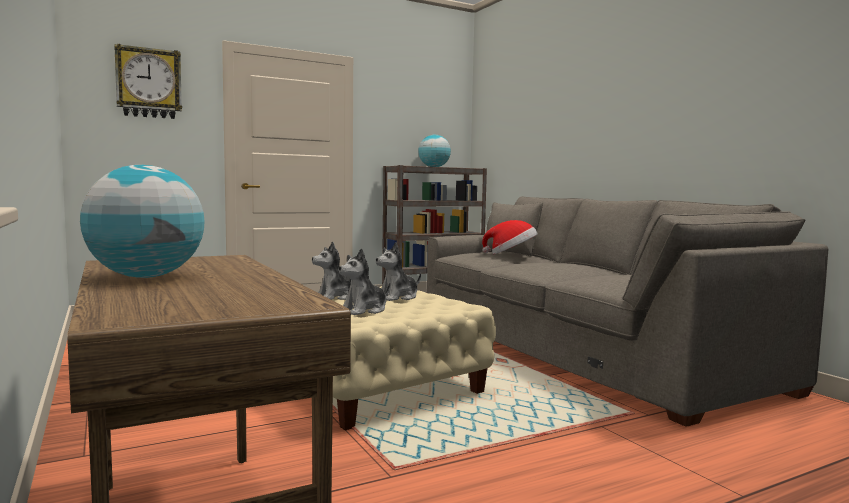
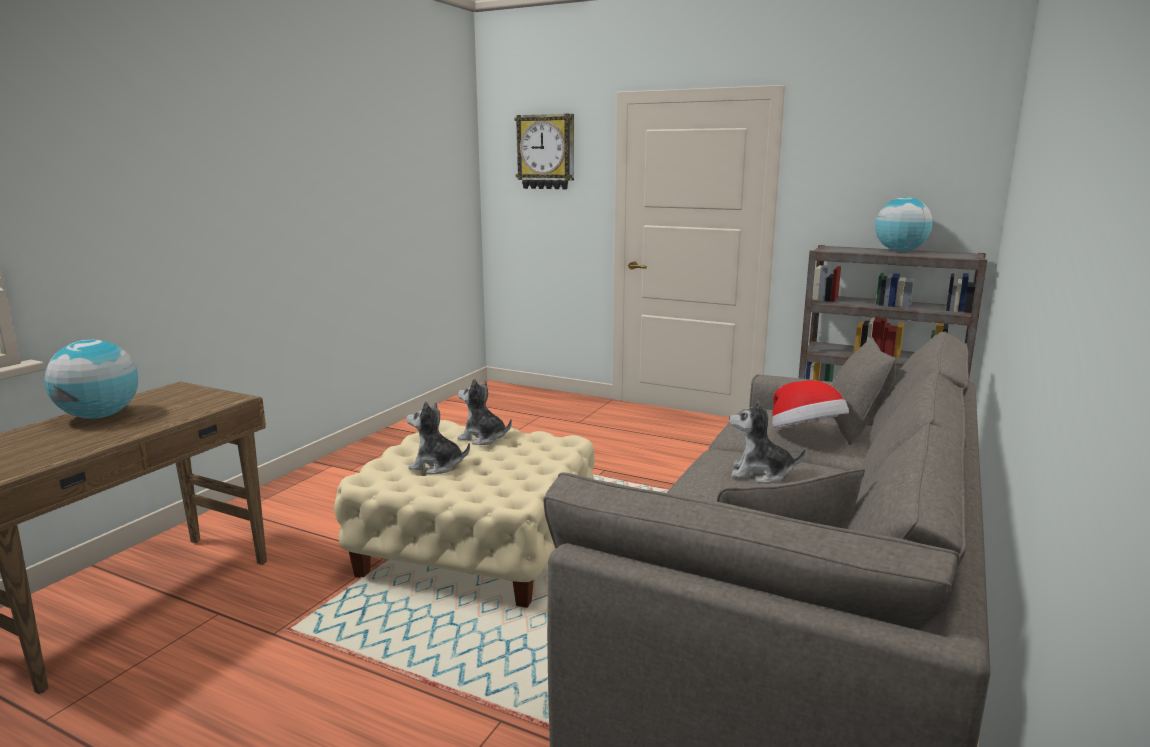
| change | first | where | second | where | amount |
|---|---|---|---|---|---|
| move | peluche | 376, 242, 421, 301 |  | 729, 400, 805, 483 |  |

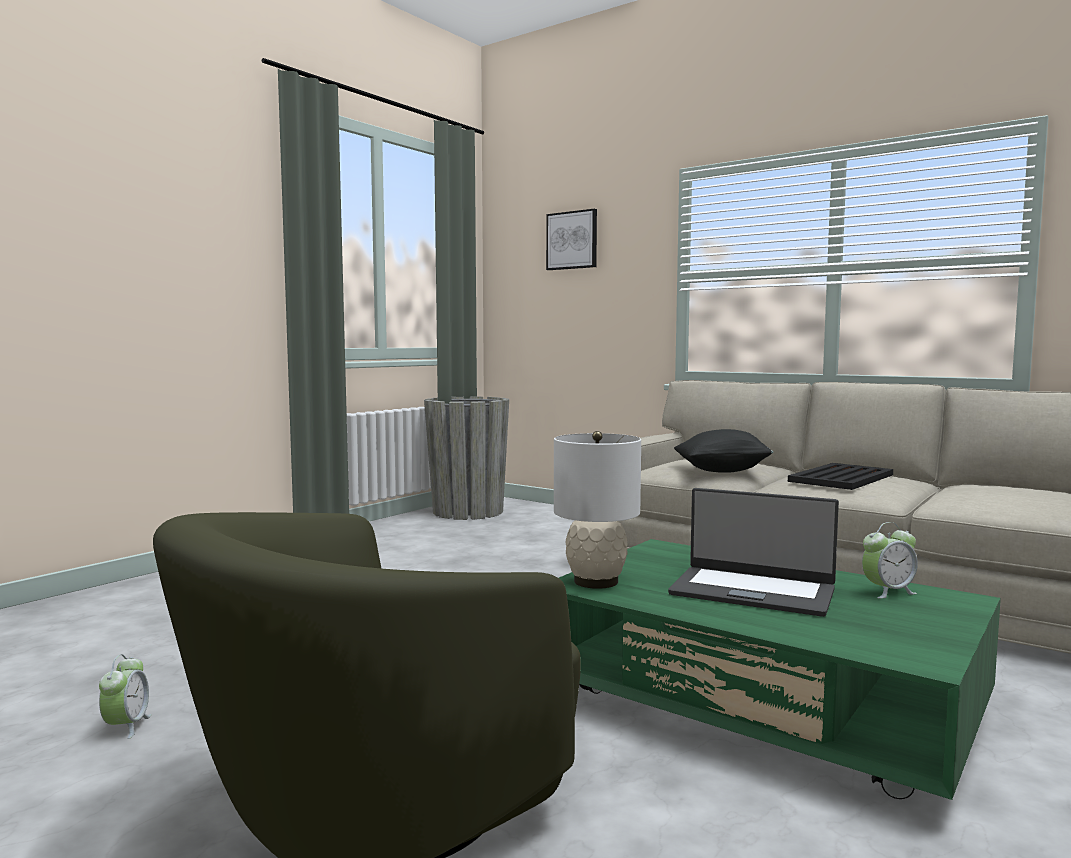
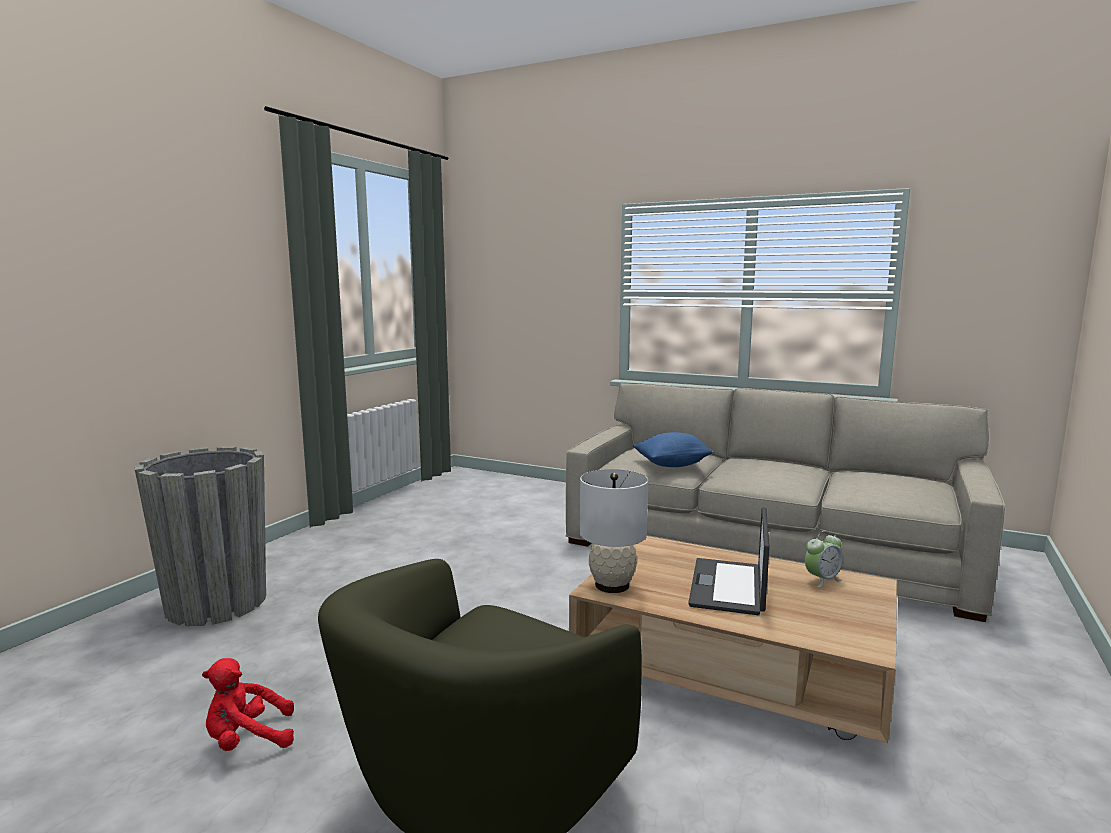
| change | first | where | second | where | amount |
|---|---|---|---|---|---|
| delete | tableau | 546, 209, 597, 270 |  |  |  |
| move | cache-pot [gris] | 424, 396, 509, 520 |  | 135, 446, 266, 626 |  |
| recolor | coussin [noir] | 674, 429, 773, 473 | coussin [bleu] | 633, 432, 713, 467 |  |
| delete | plateau [noir] | 788, 463, 893, 490 |  |  |  |
| rotate | ordinateur portable | 668, 488, 839, 617 |  | 688, 507, 770, 615 | 90 degrees clockwise |
| recolor | table basse [vert] | 559, 539, 1001, 800 | table basse [marron] | 569, 536, 897, 743 |  |
| replace | réveil | 99, 654, 152, 739 | peluche [rouge] | 202, 658, 294, 751 |  |

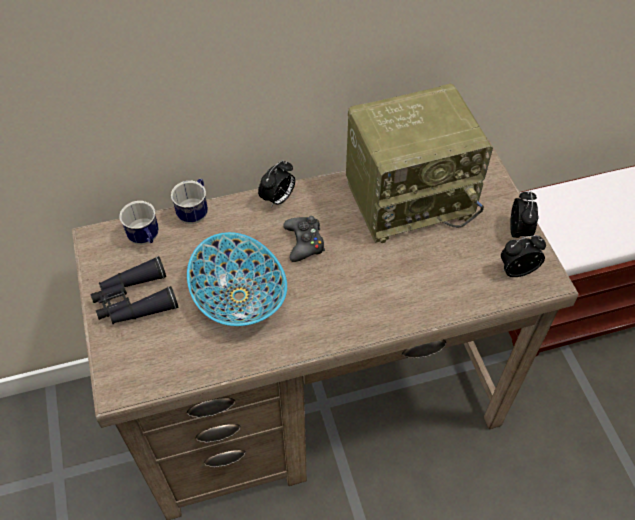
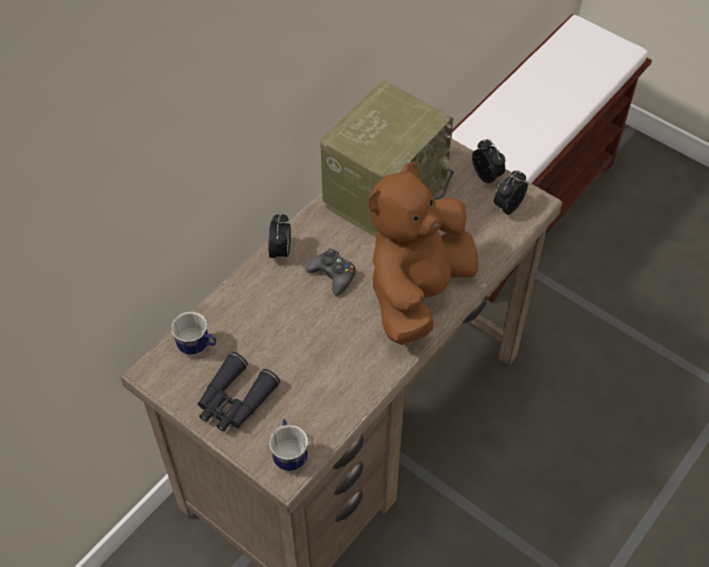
| change | first | where | second | where | amount |
|---|---|---|---|---|---|
| move | mug | 171, 179, 208, 224 |  | 269, 419, 308, 472 |  |
| delete | bol | 187, 232, 287, 326 |  |  |  |
| insert |  |  | peluche [marron] | 369, 161, 478, 345 |  |

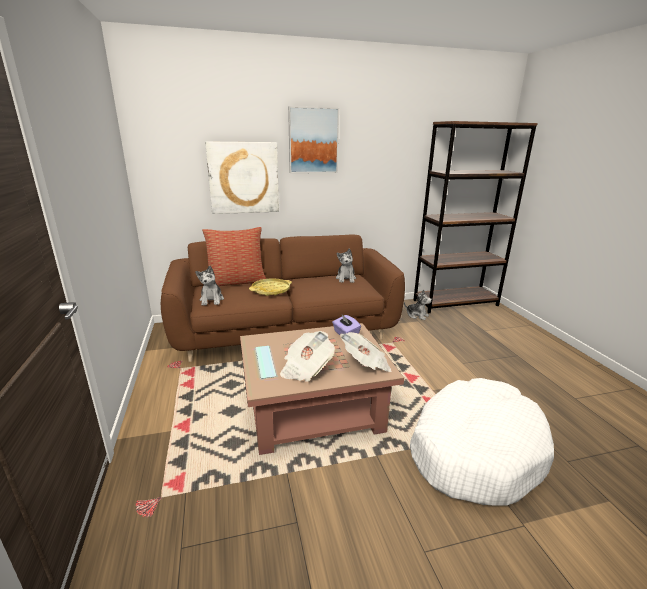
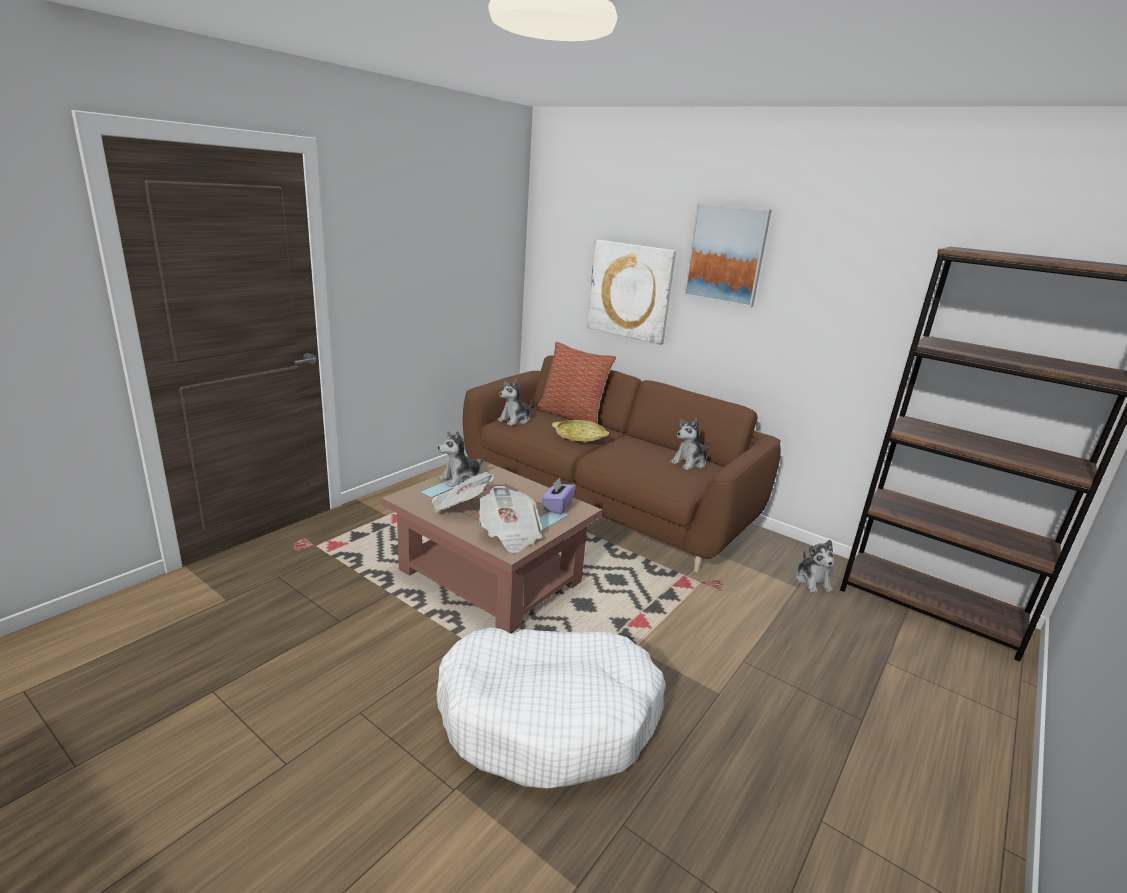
| change | first | where | second | where | amount |
|---|---|---|---|---|---|
| insert |  |  | peluche | 438, 431, 485, 487 |  |

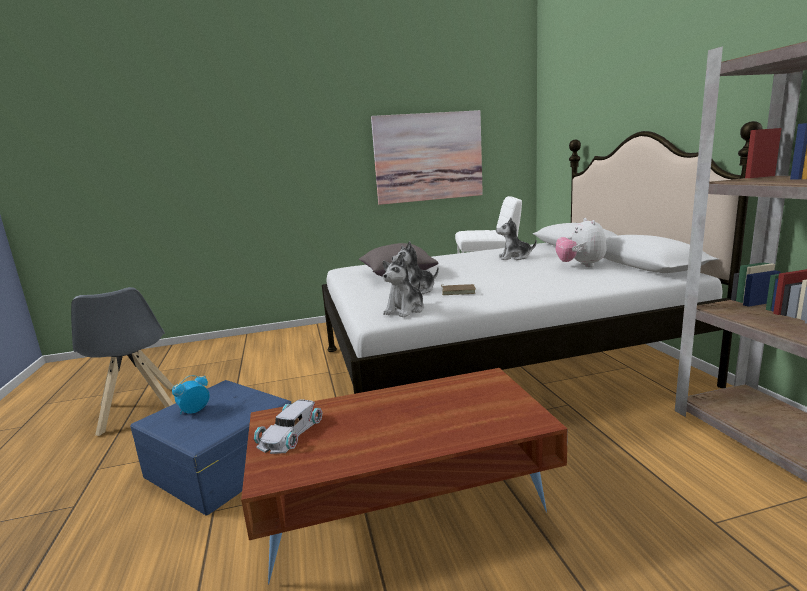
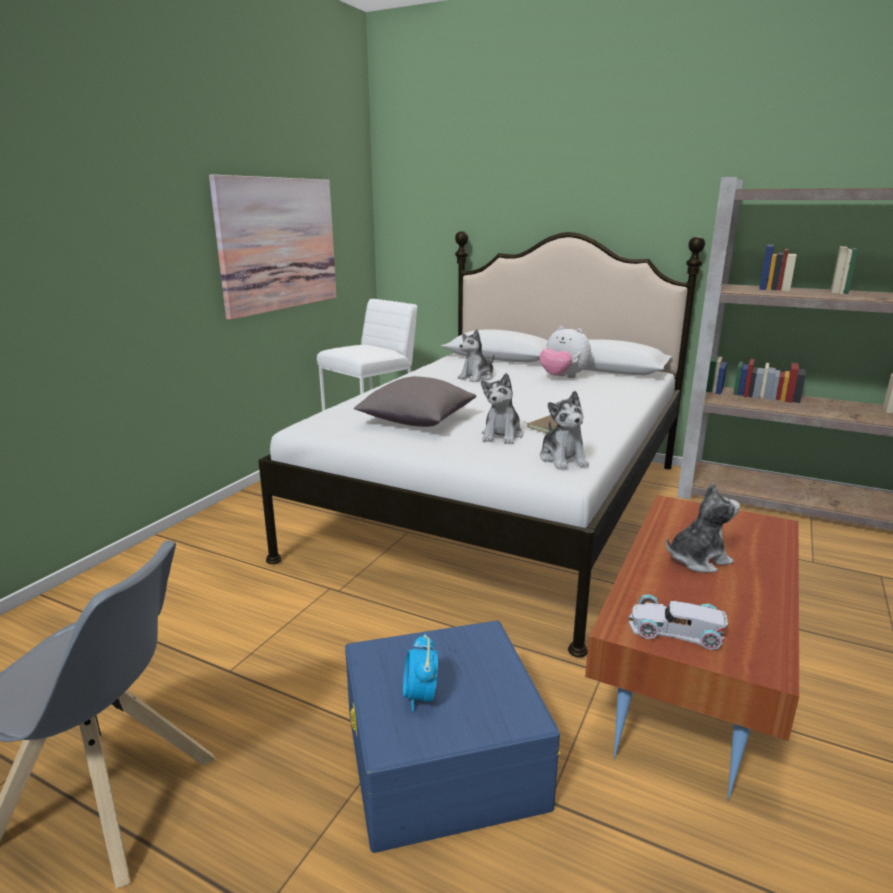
| change | first | where | second | where | amount |
|---|---|---|---|---|---|
| rotate | petite voiture [blanc] | 254, 399, 322, 454 |  | 628, 594, 728, 650 | 135 degrees clockwise |
| insert |  |  | peluche | 666, 483, 740, 573 |  |

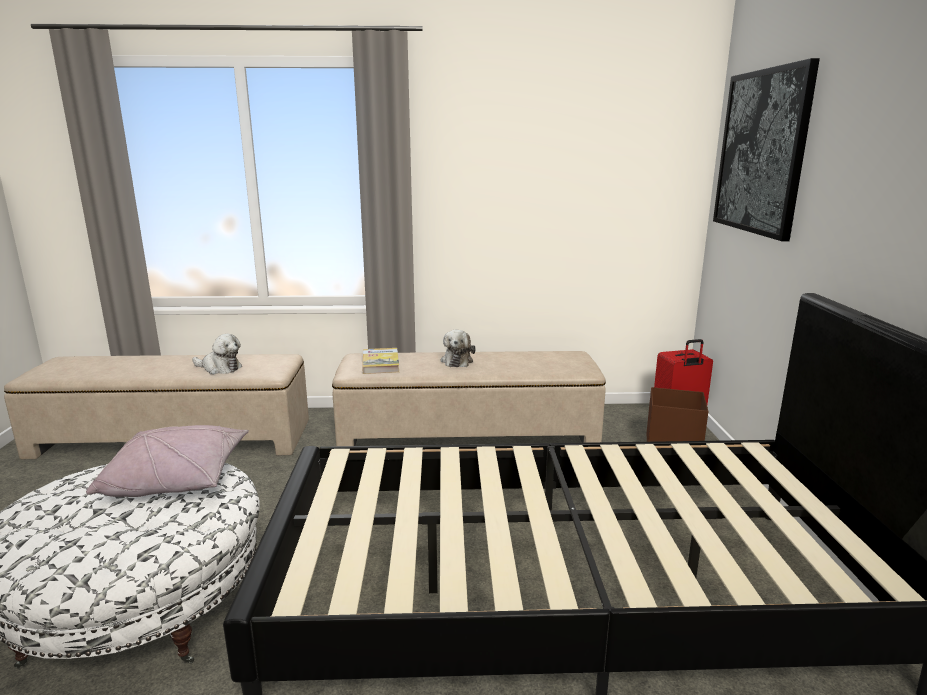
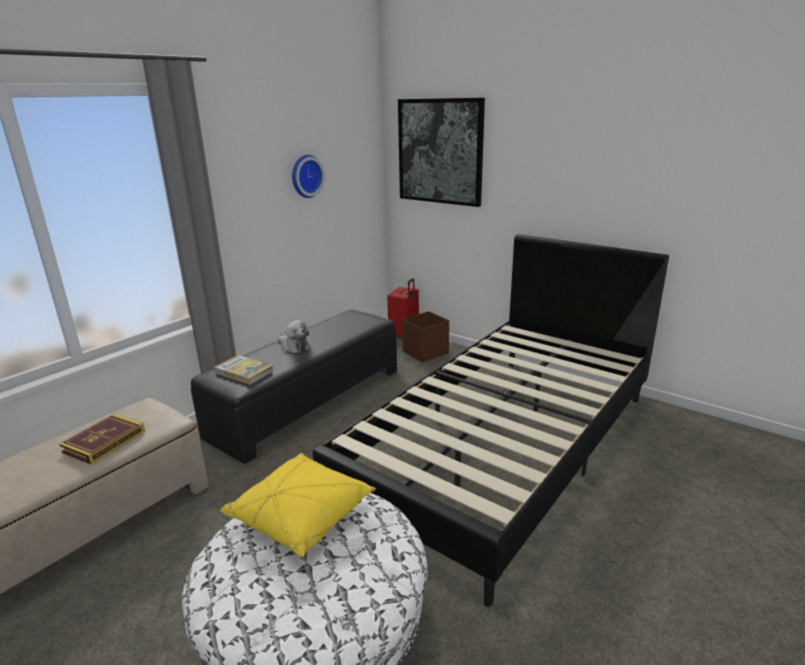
| change | first | where | second | where | amount |
|---|---|---|---|---|---|
| replace | peluche | 192, 334, 242, 374 | livre | 59, 414, 145, 465 |  |
| recolor | banc [beige] | 332, 351, 606, 446 | banc [noir] | 191, 310, 397, 464 |  |
| recolor | coussin [violet] | 86, 425, 249, 497 | coussin [jaune] | 220, 453, 376, 557 |  |
| insert |  |  | horloge murale | 292, 155, 325, 198 |  |

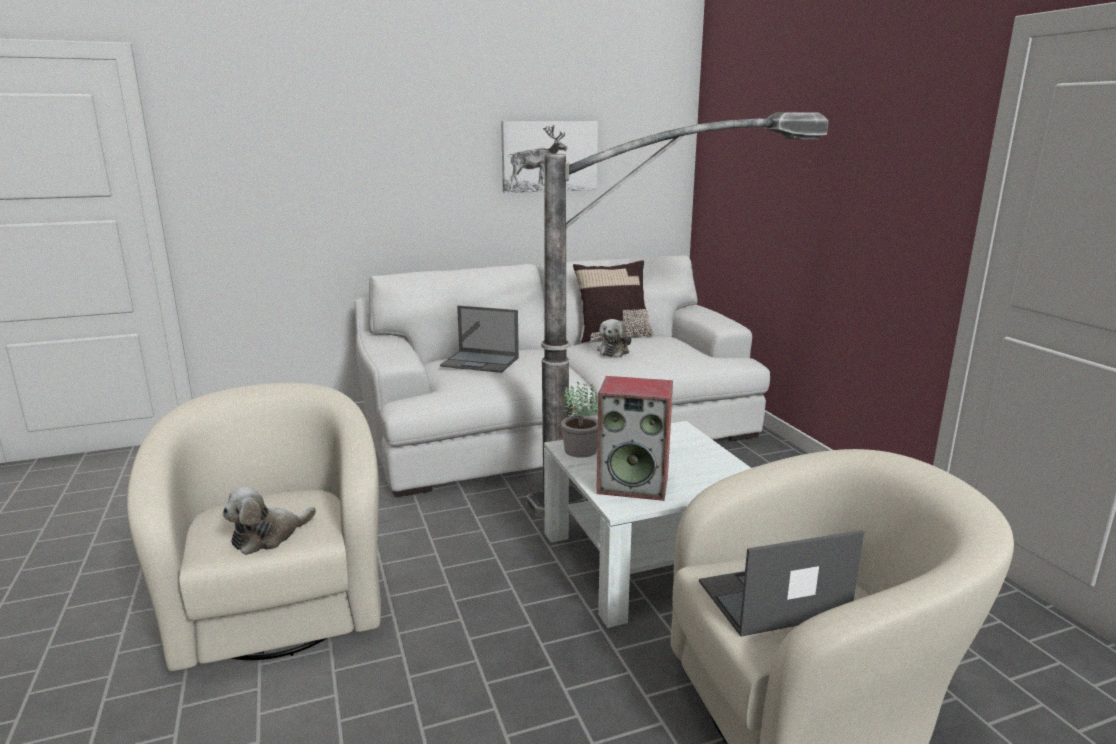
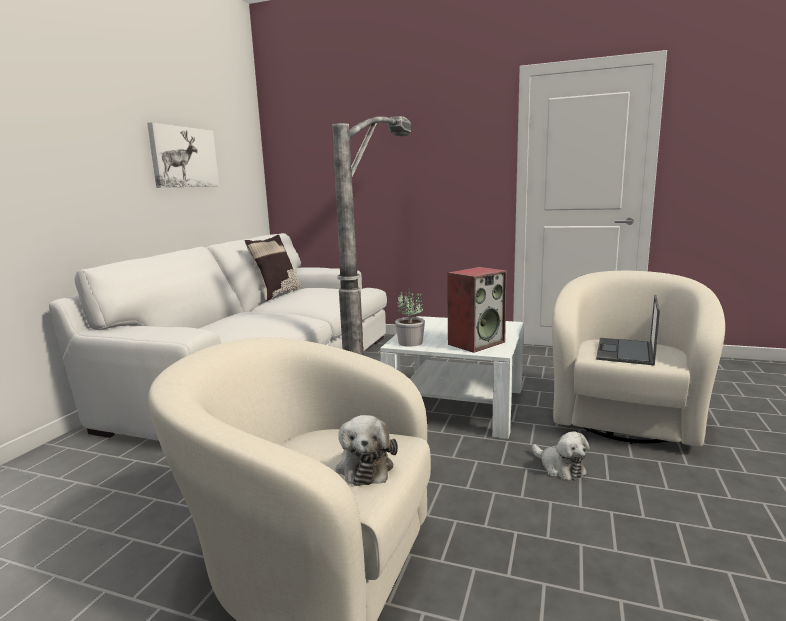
| change | first | where | second | where | amount |
|---|---|---|---|---|---|
| delete | ordinateur portable | 440, 306, 519, 373 |  |  |  |
| move | peluche | 597, 319, 632, 357 |  | 532, 432, 590, 480 |  |

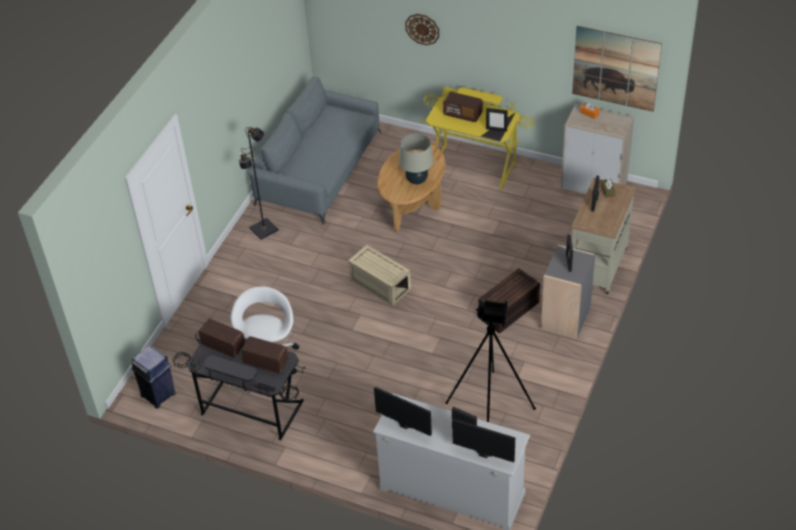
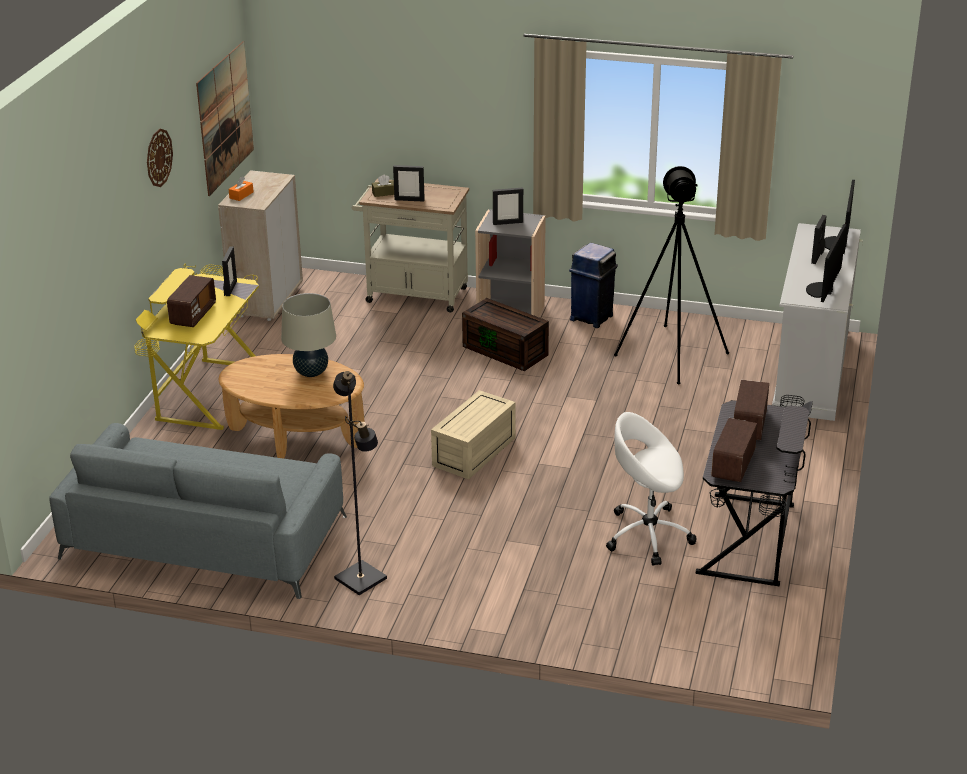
| change | first | where | second | where | amount |
|---|---|---|---|---|---|
| move | horloge murale | 405, 14, 439, 45 |  | 147, 129, 173, 187 |  |
| move | poubelle [bleu] | 131, 346, 176, 409 |  | 569, 243, 618, 328 |  |

